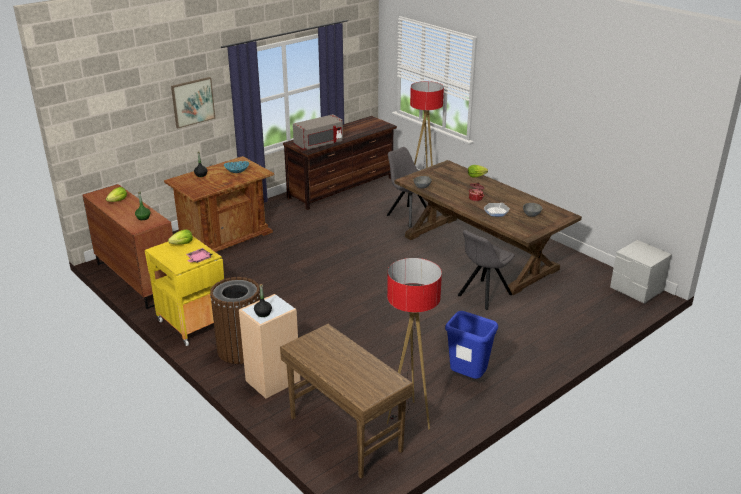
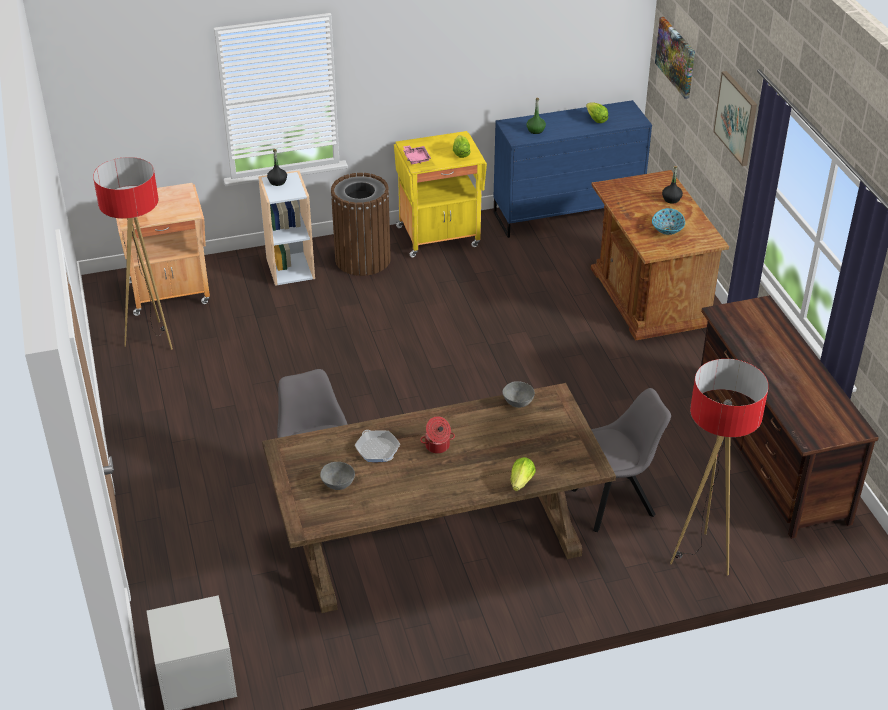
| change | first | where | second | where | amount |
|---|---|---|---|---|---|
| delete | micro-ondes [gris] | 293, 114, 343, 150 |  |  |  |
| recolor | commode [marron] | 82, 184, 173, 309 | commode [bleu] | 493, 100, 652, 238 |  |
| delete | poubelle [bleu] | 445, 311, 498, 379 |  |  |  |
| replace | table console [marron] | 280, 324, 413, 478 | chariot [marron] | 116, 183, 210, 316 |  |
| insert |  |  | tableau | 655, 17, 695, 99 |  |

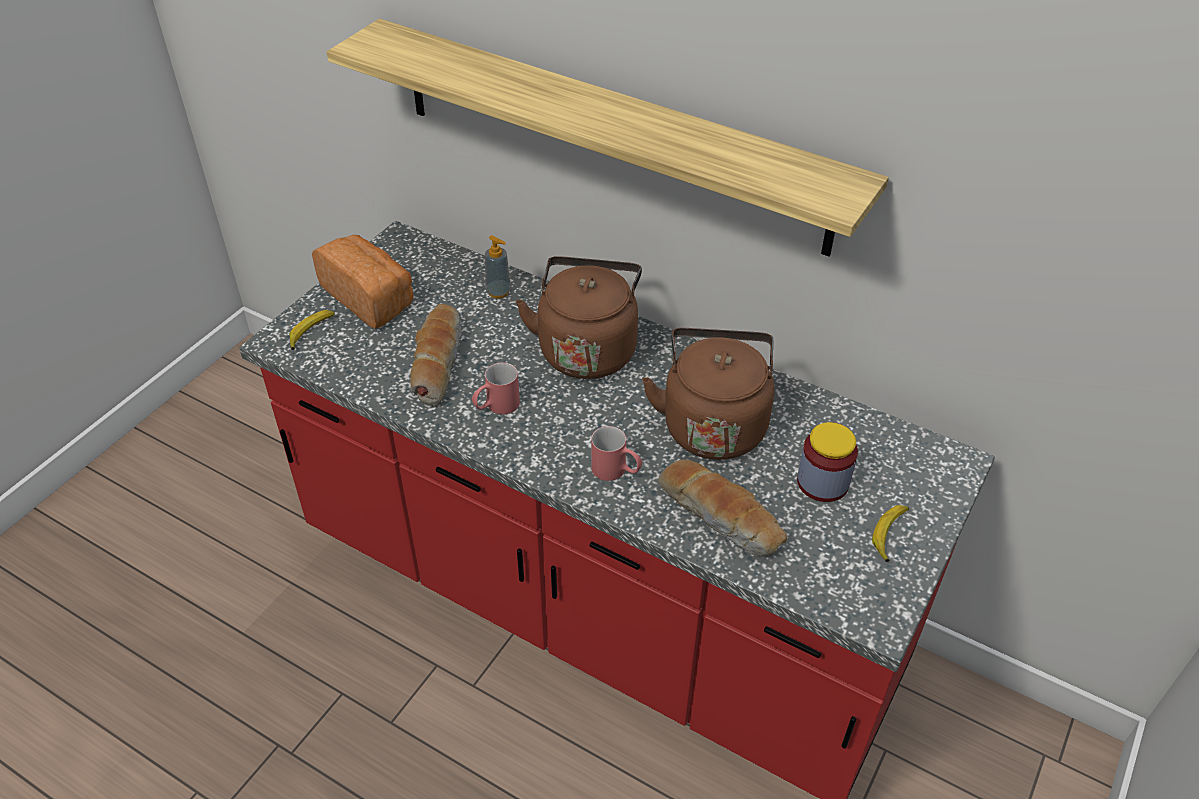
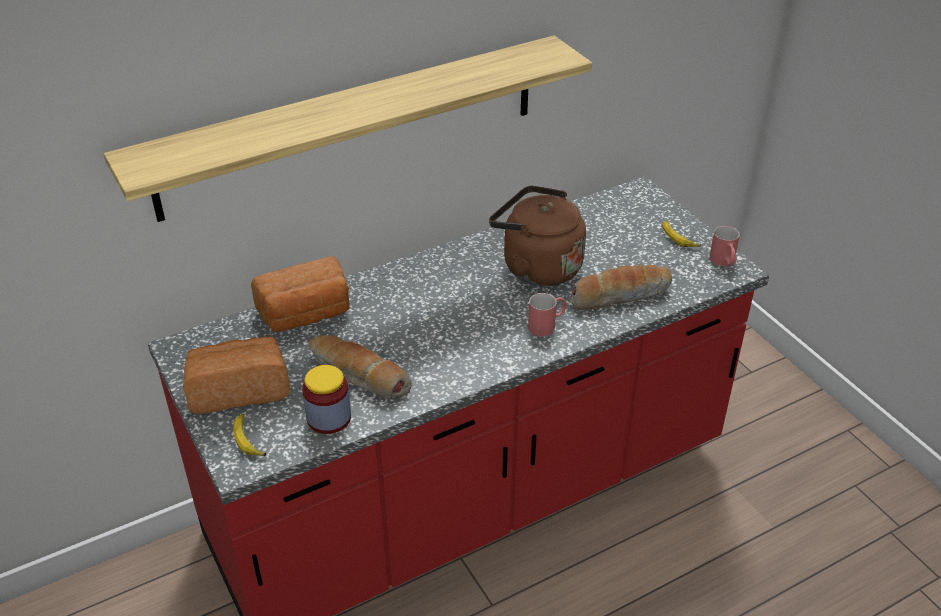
| change | first | where | second | where | amount |
|---|---|---|---|---|---|
| replace | distributeur de savon | 485, 235, 511, 298 | pain | 251, 257, 350, 332 |  |
| delete | bouilloire [marron] | 516, 256, 642, 379 |  |  |  |
| move | mug [rouge] | 472, 362, 520, 415 |  | 709, 226, 740, 266 |  |
| move | bocal | 797, 422, 858, 502 |  | 302, 365, 351, 434 |  |

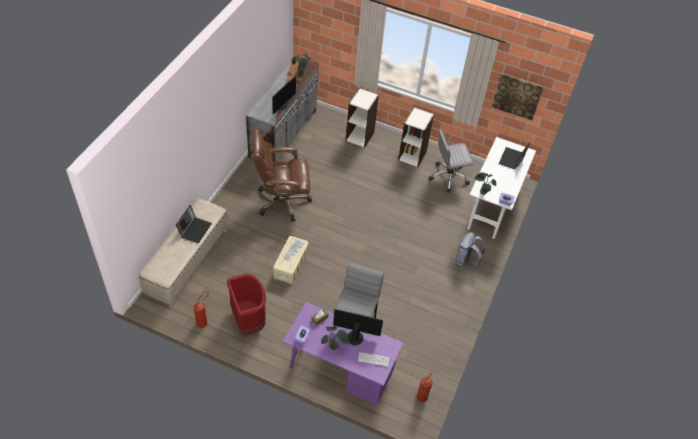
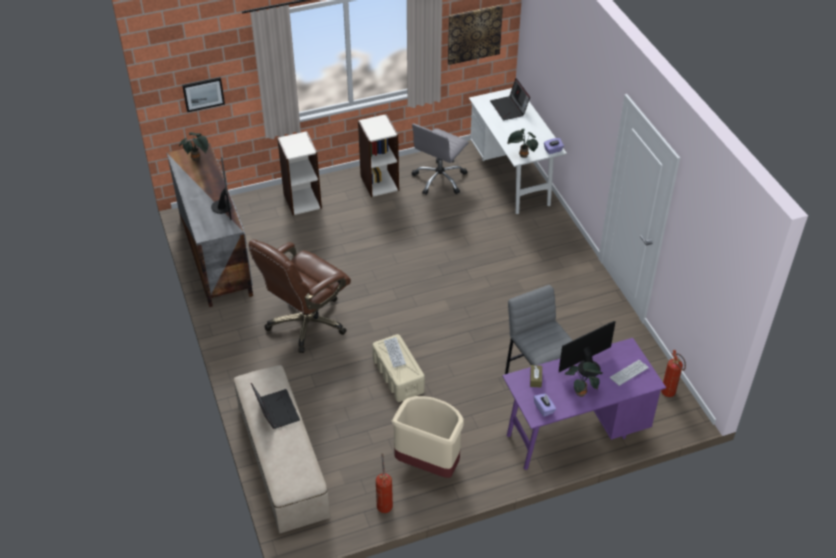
| change | first | where | second | where | amount |
|---|---|---|---|---|---|
| delete | sac à dos [gris] | 456, 232, 485, 268 |  |  |  |
| recolor | poubelle [rouge] | 227, 273, 266, 336 | poubelle [beige] | 392, 396, 464, 478 |  |
| insert |  |  | tableau | 182, 77, 225, 112 |  |

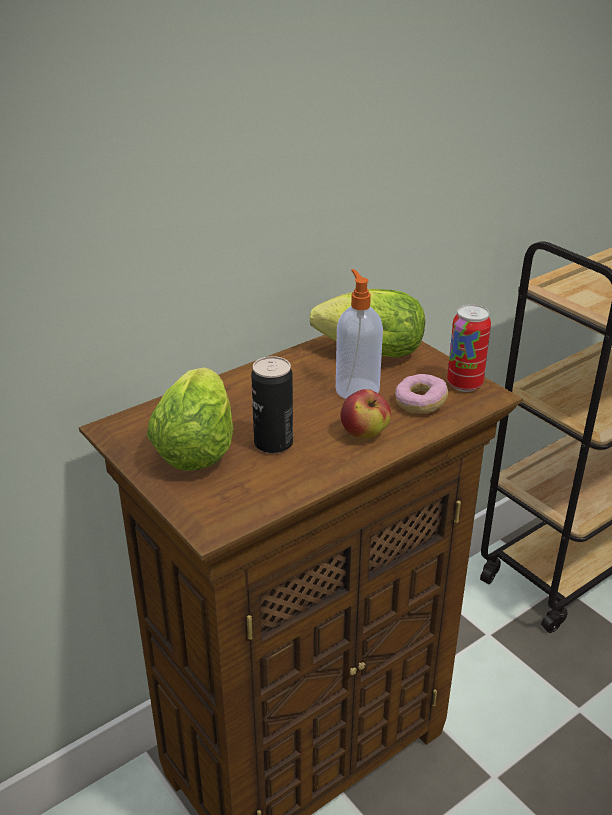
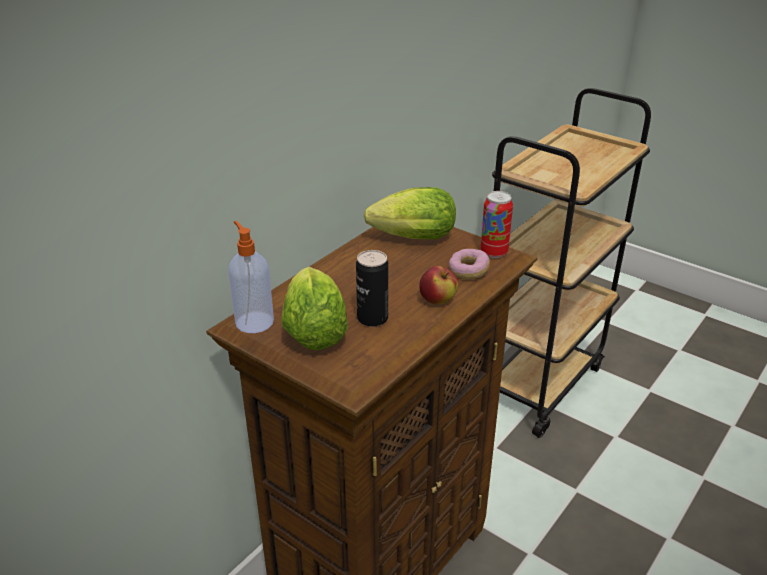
| change | first | where | second | where | amount |
|---|---|---|---|---|---|
| move | distributeur de savon | 336, 269, 383, 399 |  | 228, 221, 274, 333 |  |

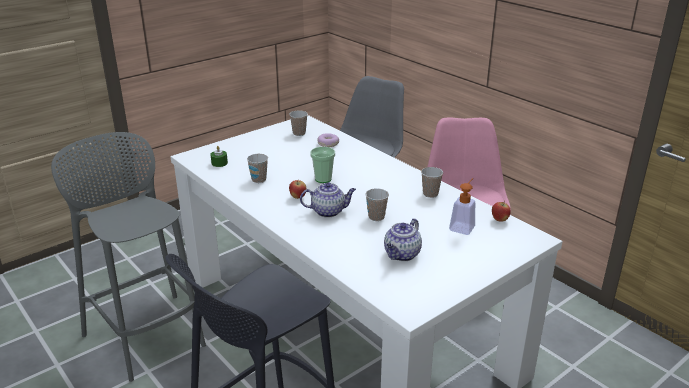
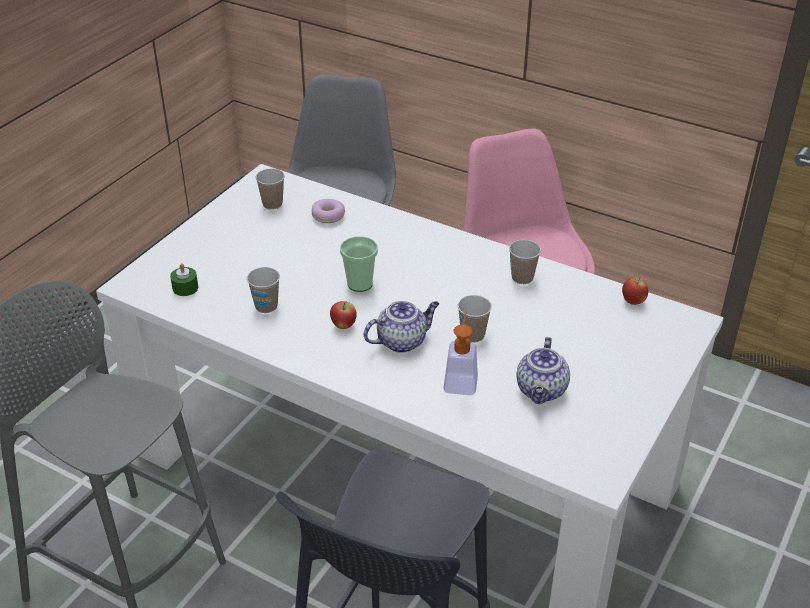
| change | first | where | second | where | amount |
|---|---|---|---|---|---|
| move | distributeur de savon | 449, 178, 475, 235 |  | 443, 311, 478, 395 |  |

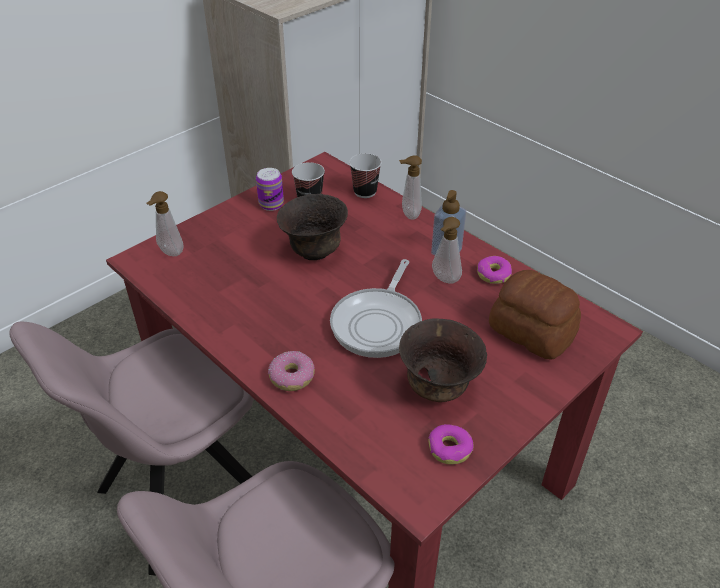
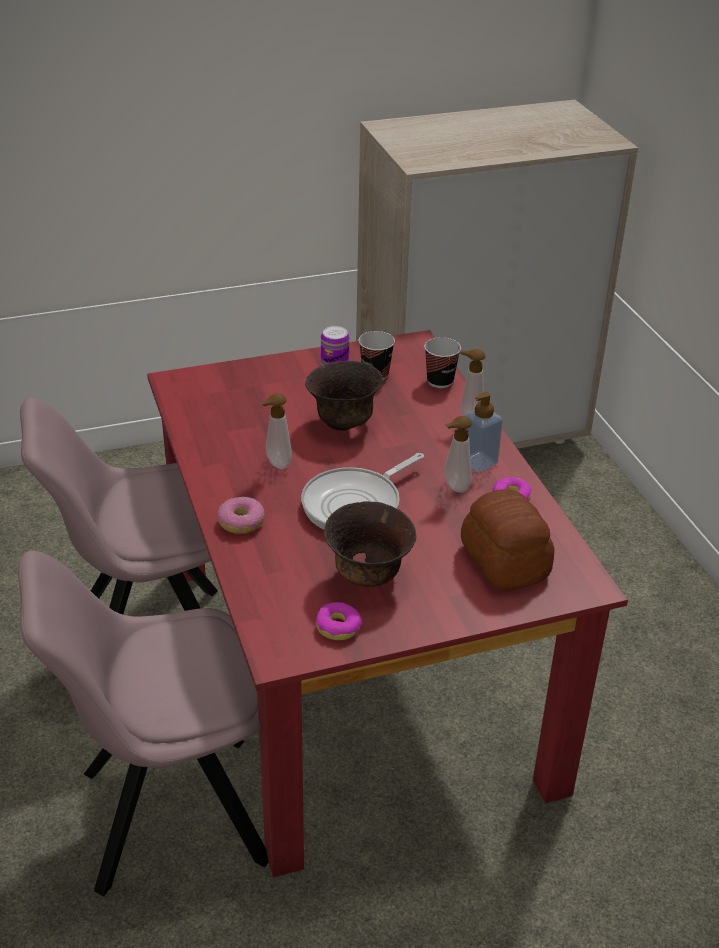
| change | first | where | second | where | amount |
|---|---|---|---|---|---|
| move | distributeur de savon | 146, 191, 183, 256 |  | 260, 393, 292, 469 |  |

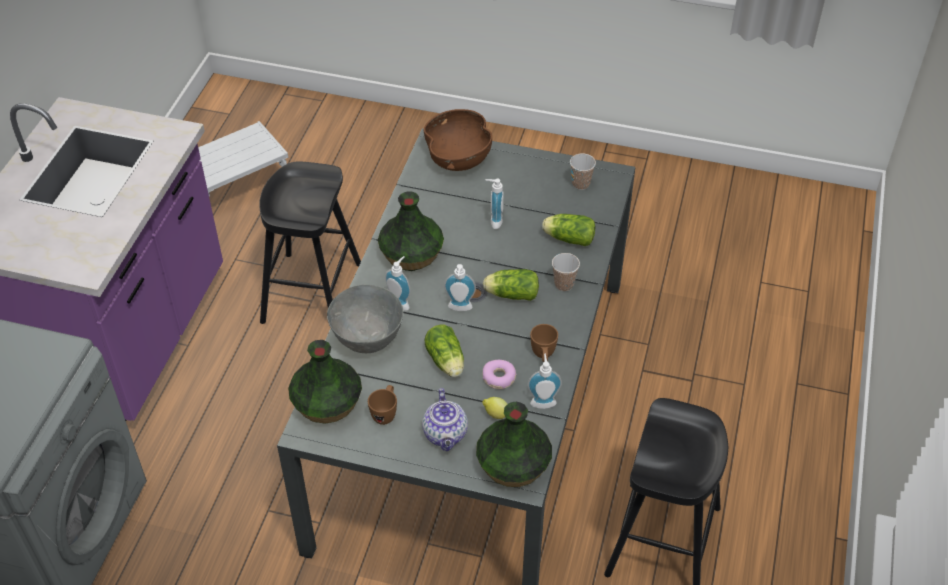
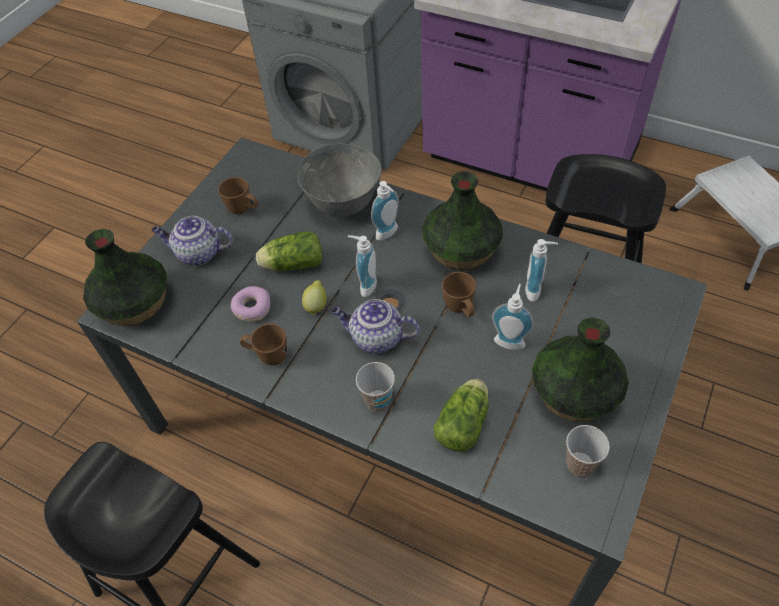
| change | first | where | second | where | amount |
|---|---|---|---|---|---|
| delete | bol [marron] | 424, 109, 492, 171 |  |  |  |
| replace | laitue | 483, 269, 539, 301 | théière | 331, 299, 419, 353 |  |
| move | vase | 288, 340, 362, 424 |  | 532, 317, 629, 422 |  |
| move | distributeur de savon | 527, 353, 562, 409 |  | 525, 239, 558, 302 |  |
| move | citron | 482, 397, 507, 419 |  | 302, 280, 327, 315 |  |
| insert |  |  | mug [marron] | 442, 272, 476, 317 |  |

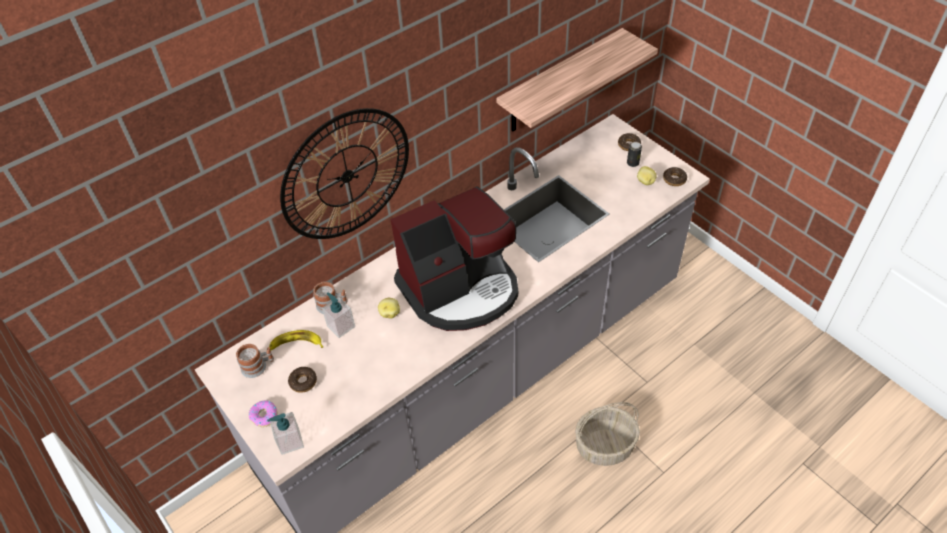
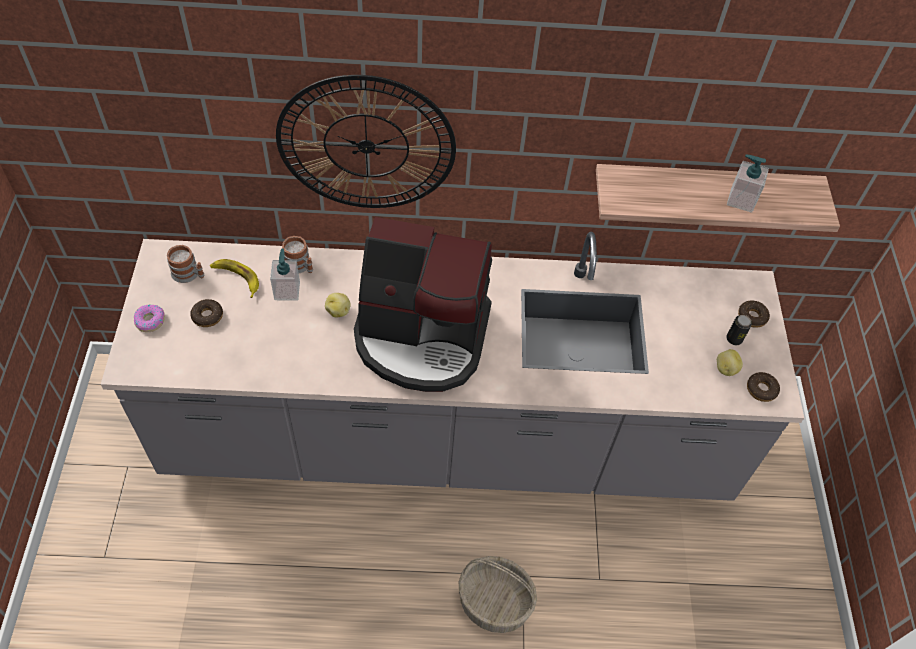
| change | first | where | second | where | amount |
|---|---|---|---|---|---|
| move | distributeur de savon | 267, 412, 304, 455 |  | 727, 155, 769, 213 |  |

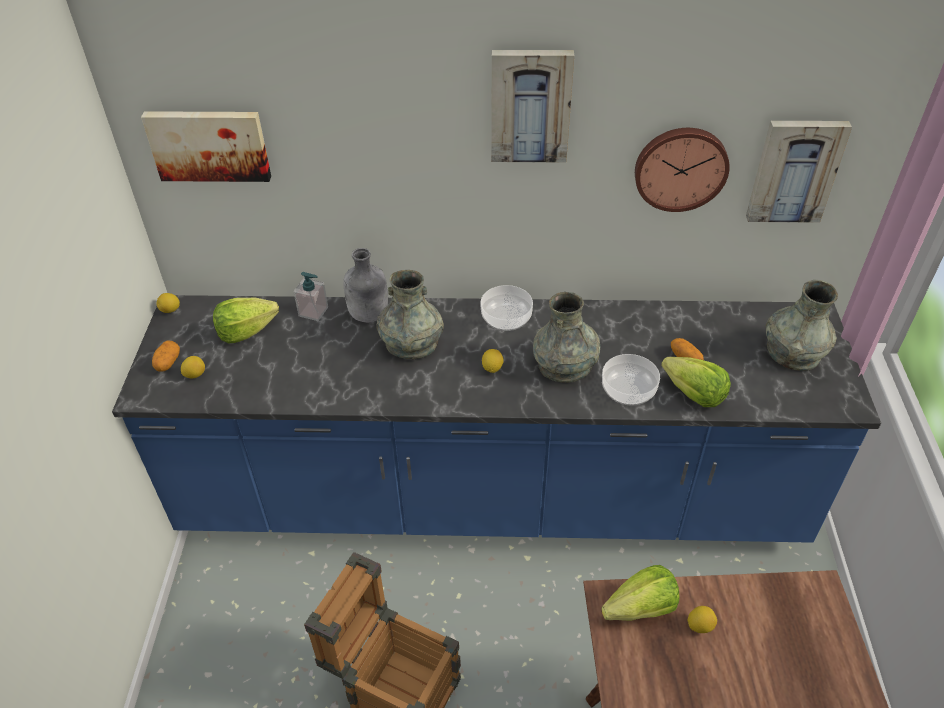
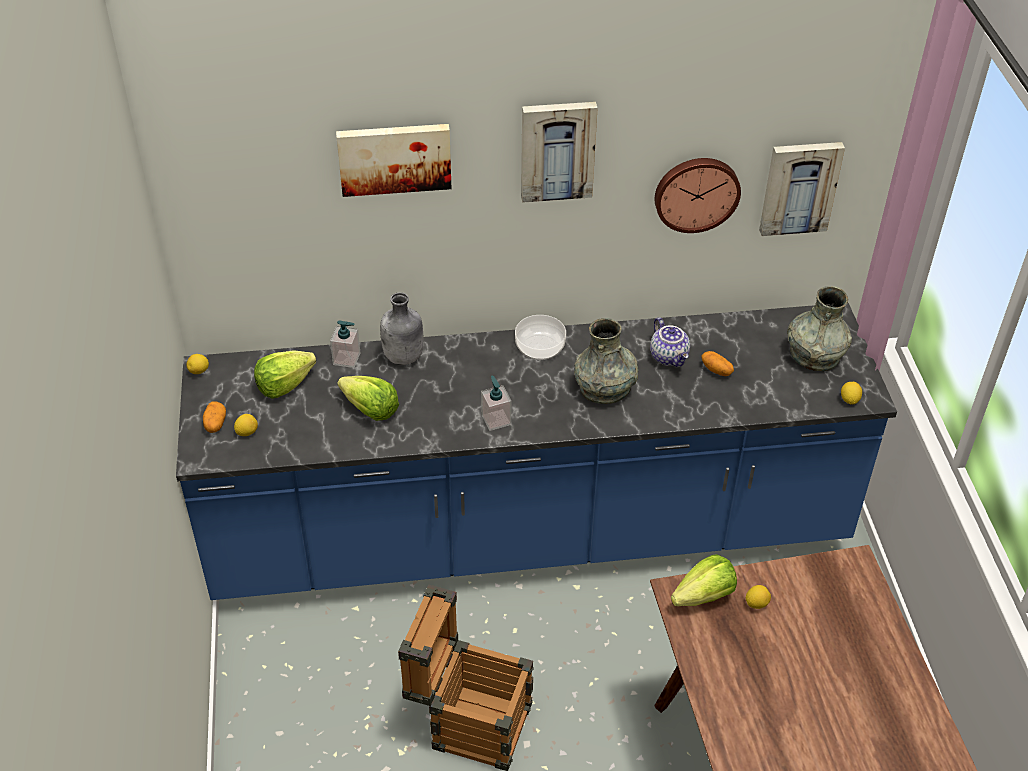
| change | first | where | second | where | amount |
|---|---|---|---|---|---|
| move | tableau | 141, 111, 271, 182 |  | 336, 124, 452, 197 |  |
| delete | vase [gris] | 376, 270, 444, 359 |  |  |  |
| move | citron | 482, 349, 504, 373 |  | 841, 382, 862, 404 |  |
| delete | bol | 602, 354, 660, 406 |  |  |  |
| move | laitue | 661, 357, 731, 407 |  | 337, 376, 399, 421 |  |
| insert |  |  | théière | 650, 317, 690, 367 |  |
| insert |  |  | distributeur de savon | 481, 375, 511, 431 |  |

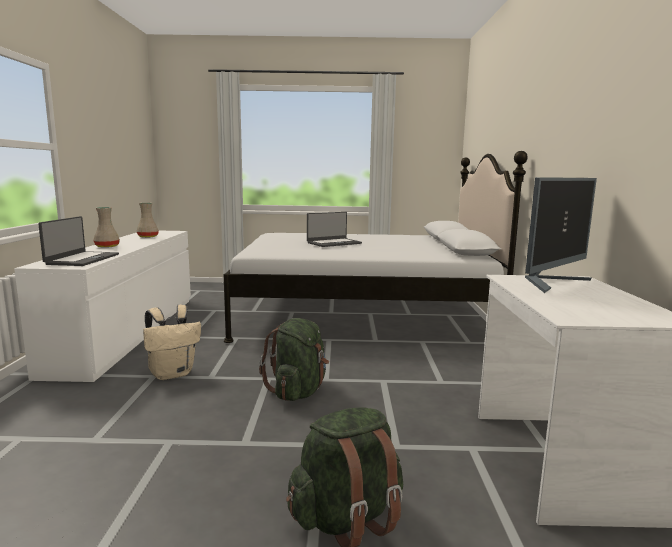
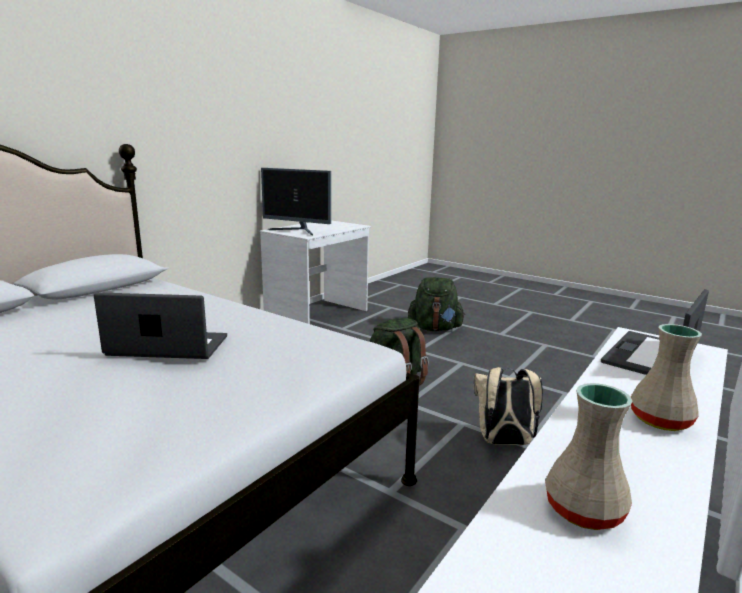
| change | first | where | second | where | amount |
|---|---|---|---|---|---|
| rotate | écran d'ordinateur | 525, 177, 597, 293 |  | 261, 168, 331, 235 | 150 degrees counterclockwise |

